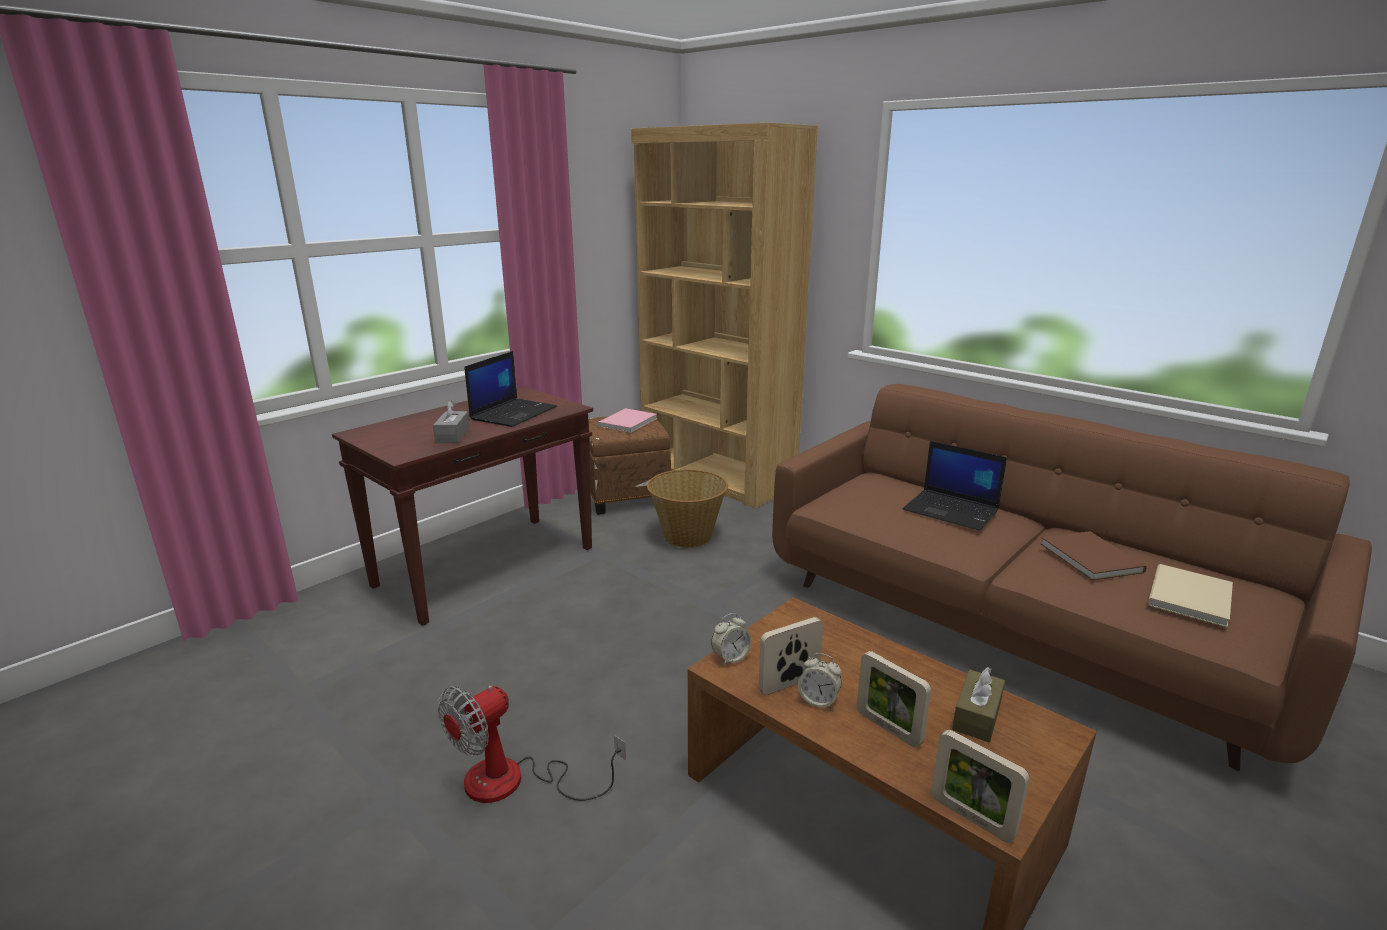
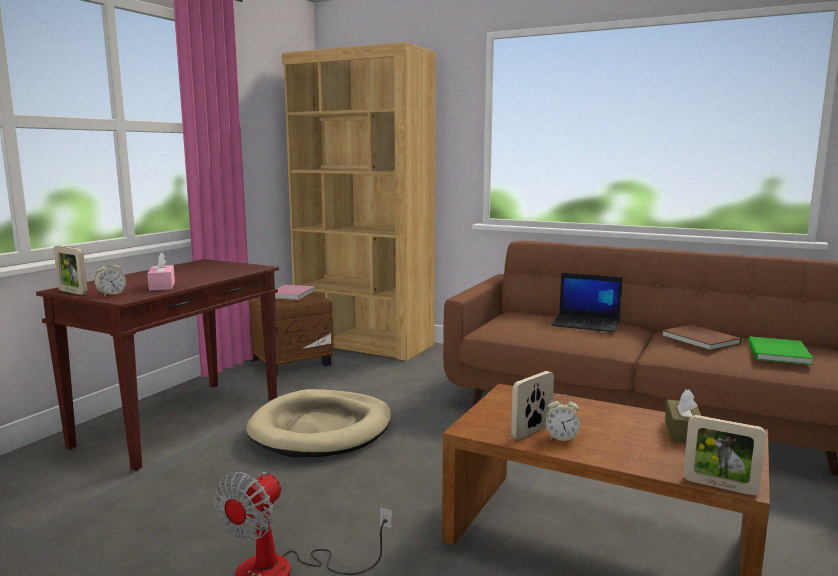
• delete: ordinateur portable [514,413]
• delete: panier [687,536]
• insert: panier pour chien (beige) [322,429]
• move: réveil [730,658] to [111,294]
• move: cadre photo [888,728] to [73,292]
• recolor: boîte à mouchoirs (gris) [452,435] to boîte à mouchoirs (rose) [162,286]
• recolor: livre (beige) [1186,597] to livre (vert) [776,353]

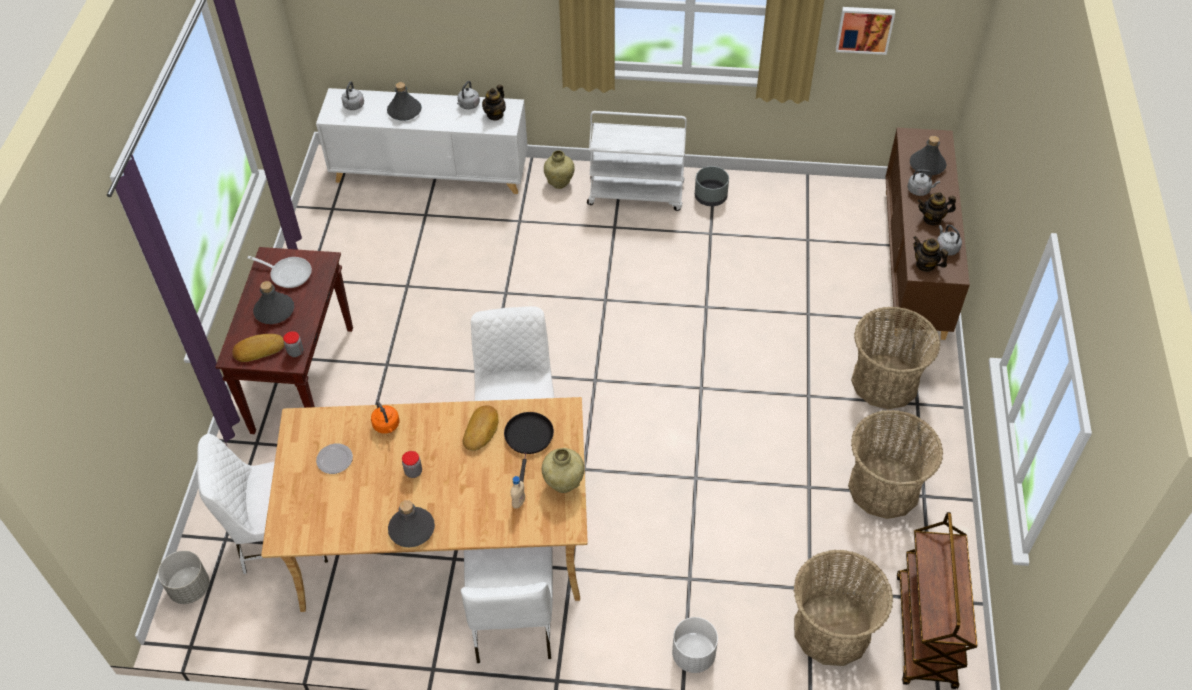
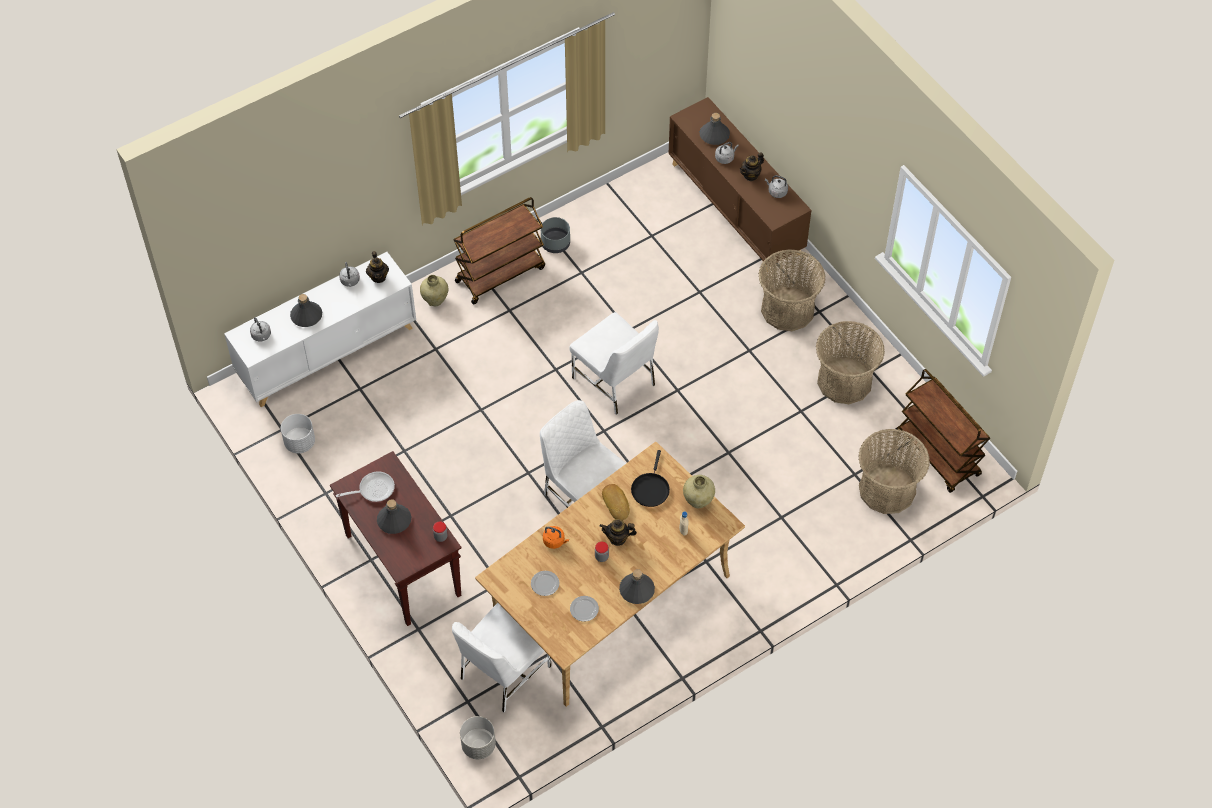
• delete: pain [259,349]
• delete: tableau [864,29]
• insert: assiette [583,609]
• move: chaise (blanc) [513,622] to [615,381]
• move: cache-pot (blanc) [693,655] to [299,442]
• move: théière [925,265] to [617,538]
• recolor: chariot (blanc) [636,194] to chariot (marron) [500,274]
• rotate: poêle (noir) [529,439] = [650,489] 135 degrees counterclockwise

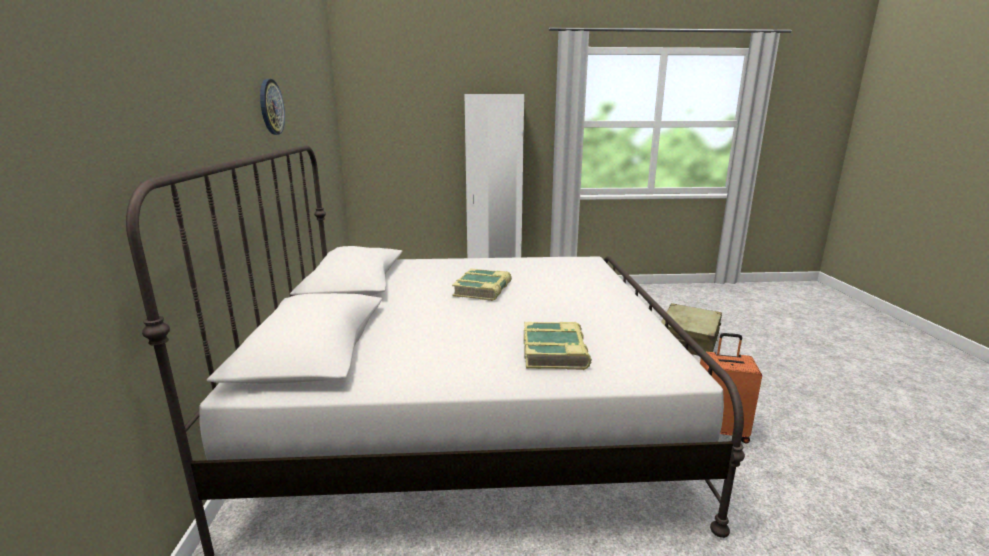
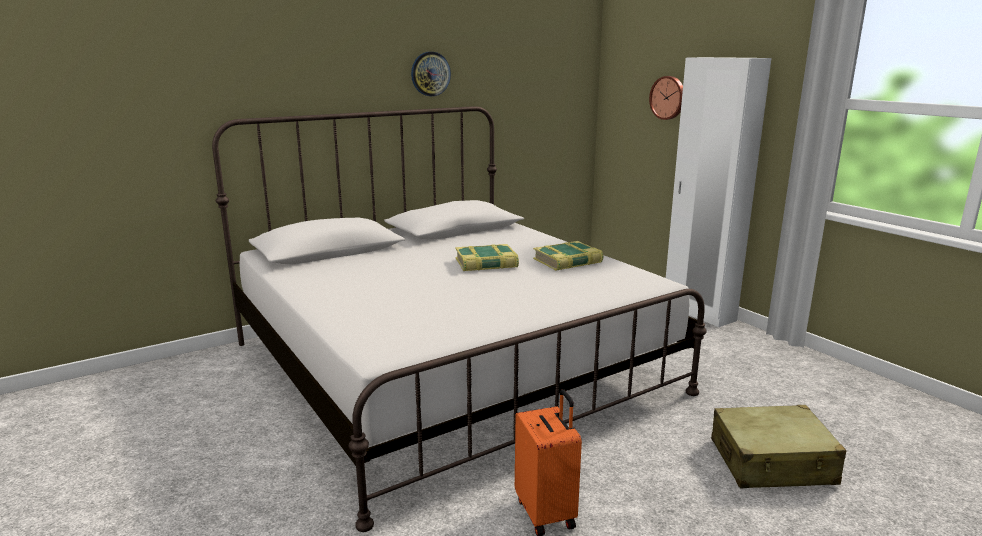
• insert: horloge murale [668,97]
• move: livre [555,352] to [568,261]

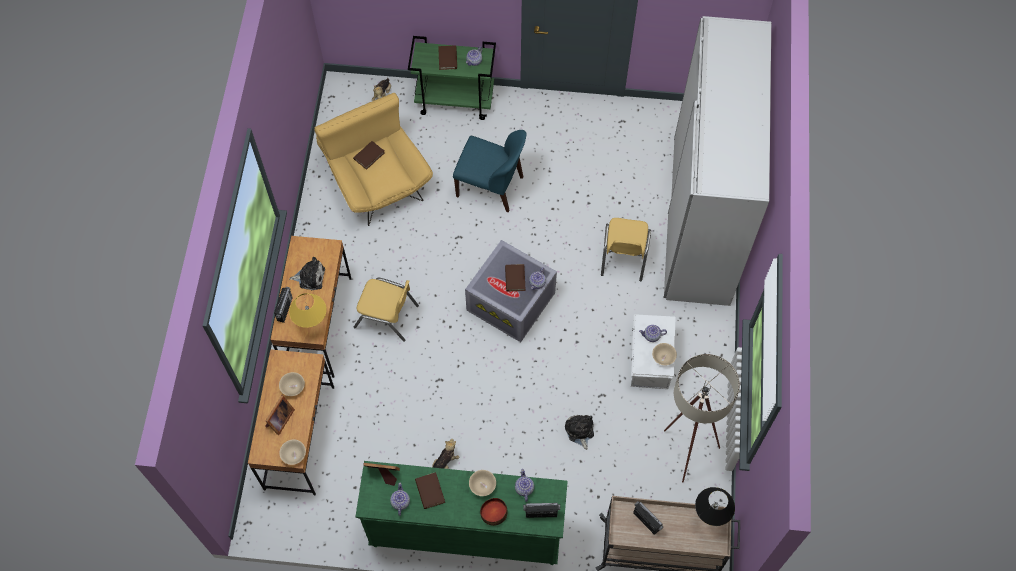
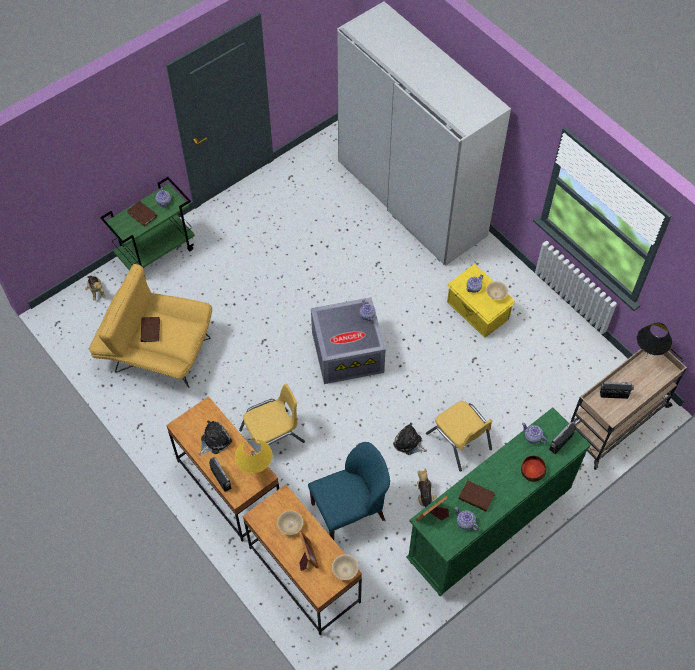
• delete: bol (beige) [482,486]
• delete: livre (marron) [515,278]
• delete: lampadaire (beige) [683,448]
• move: chaise (bleu) [491,187] to [349,511]
• move: peluche [579,431] to [409,443]
• move: chaise (jaune) [623,255] to [459,441]
• recolor: boîte de rangement (blanc) [649,360] to boîte de rangement (jaune) [477,311]

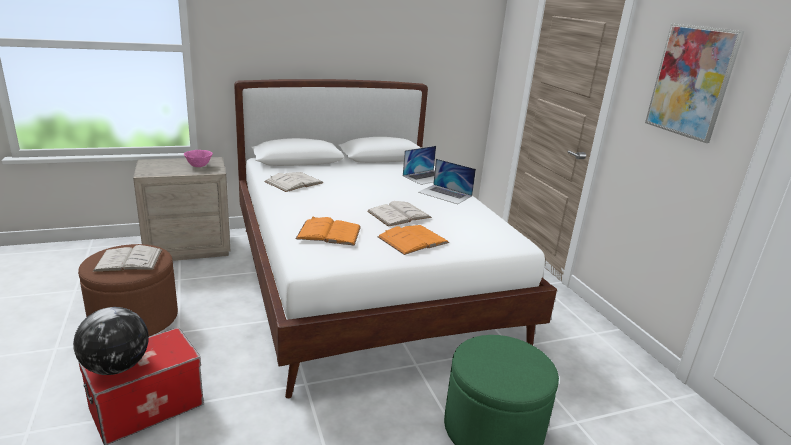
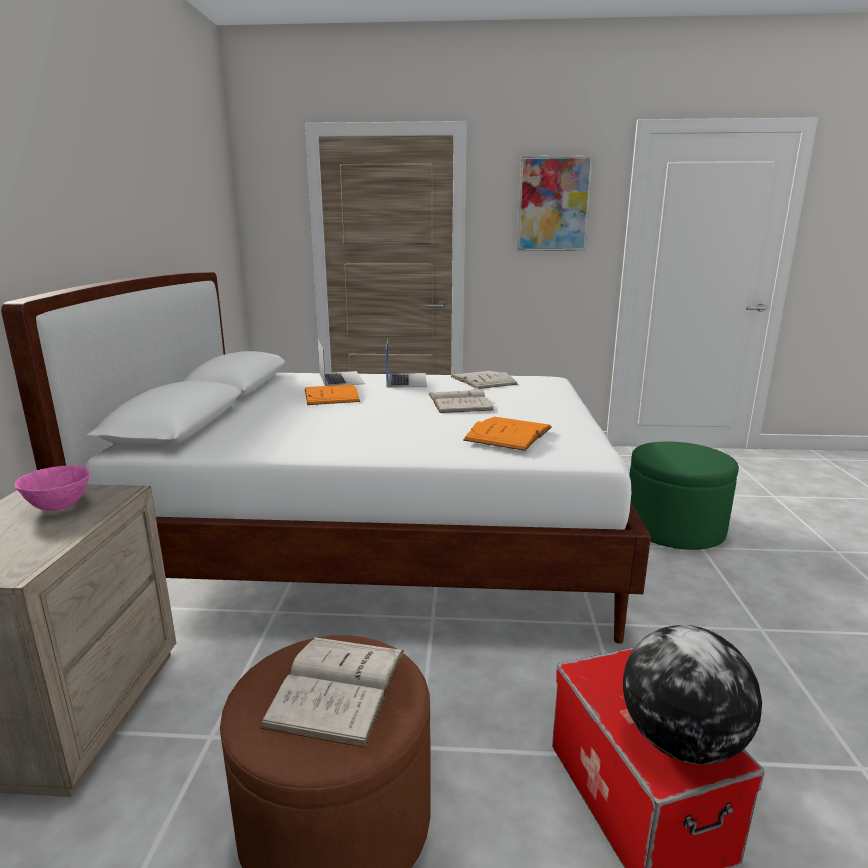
• move: livre (blanc) [294,182] to [483,380]
• move: livre (orange) [413,240] to [331,395]
• rotate: ordinateur portable [445,194] = [406,380] 60 degrees counterclockwise

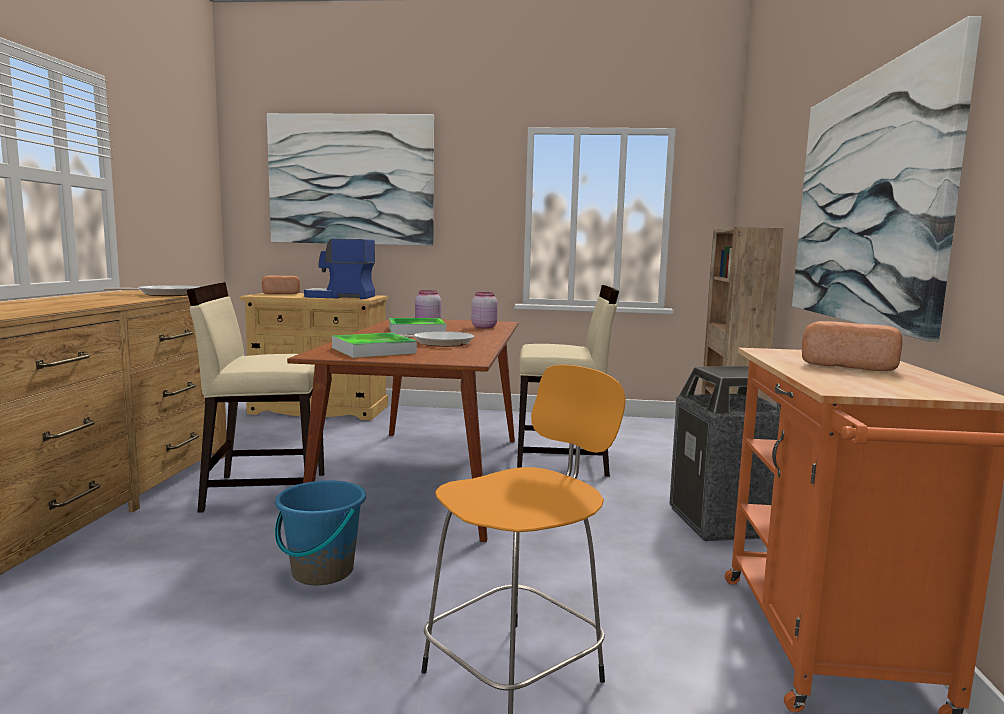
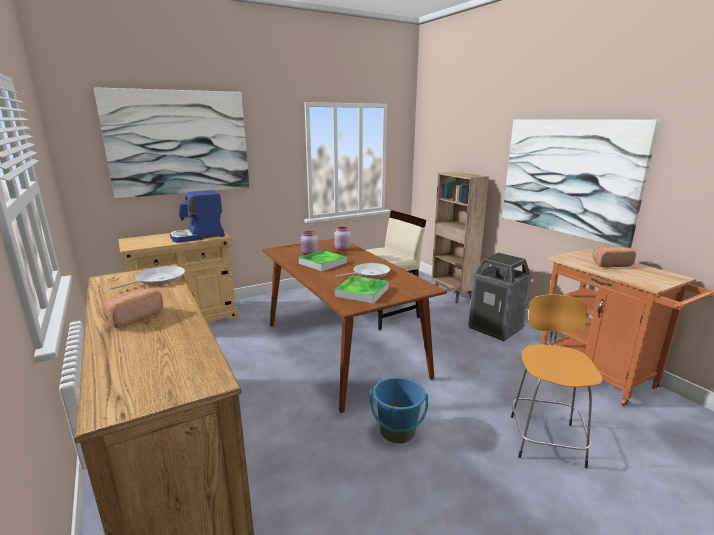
• delete: chaise (beige) [264,491]
• move: pain [280,293] to [133,317]

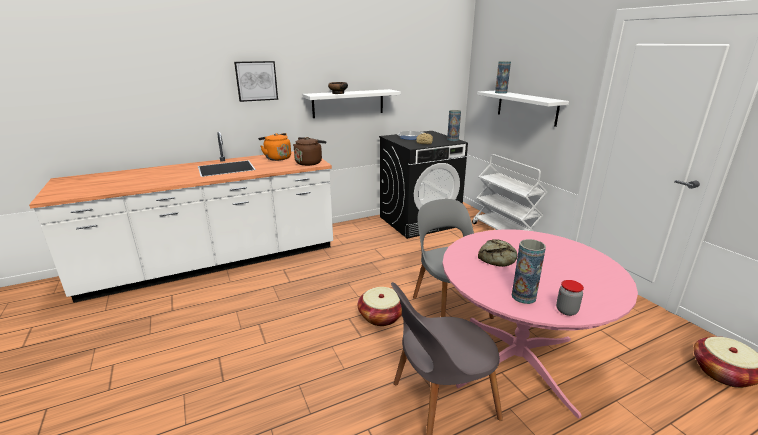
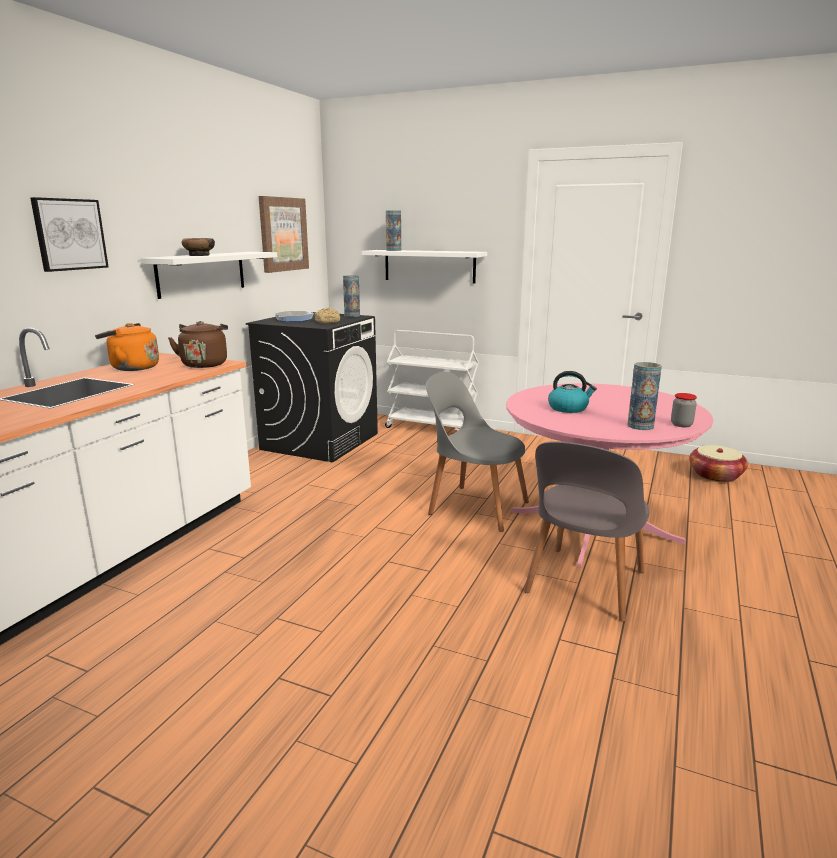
• delete: panier [381,316]
• insert: tableau [283,234]
• replace: pain [498,258] to bouilloire [568,408]

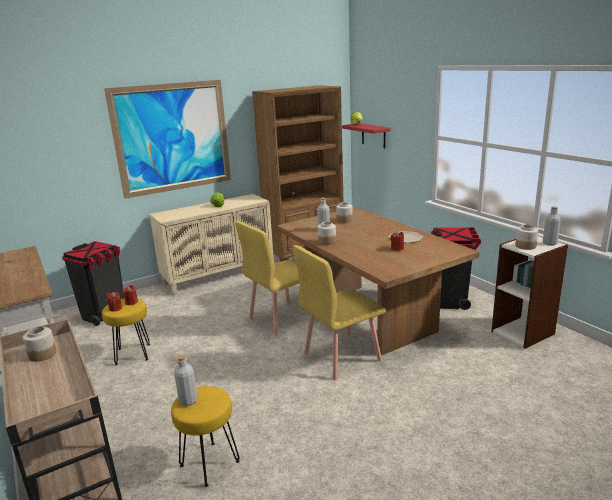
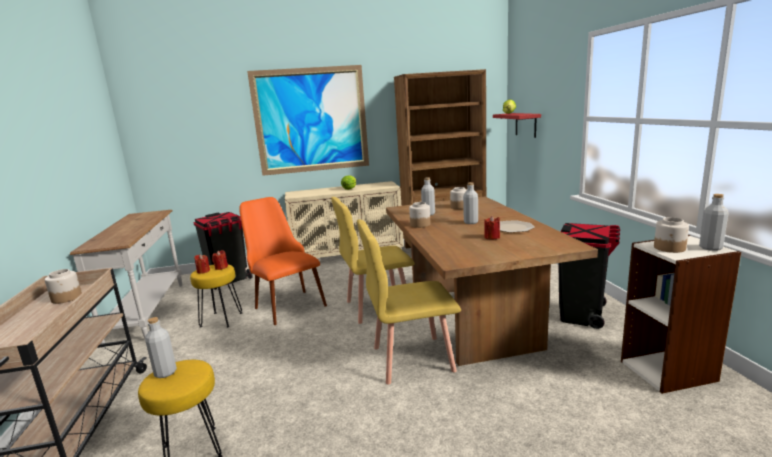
• insert: chaise (orange) [285,303]
• insert: bouteille (gris) [470,222]

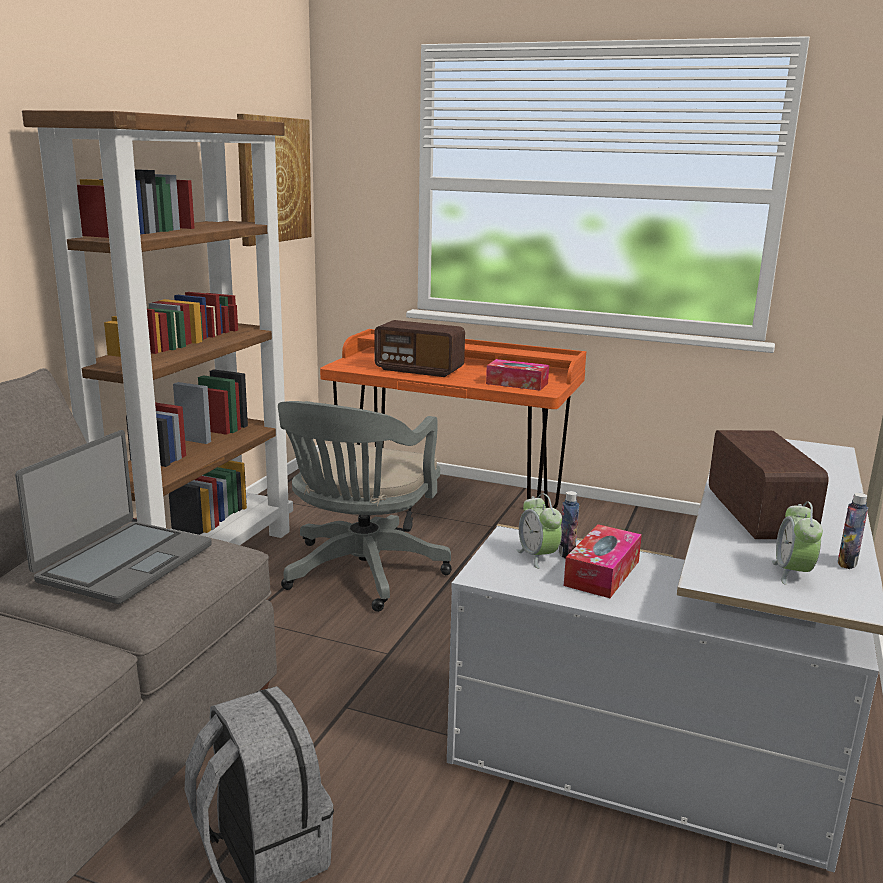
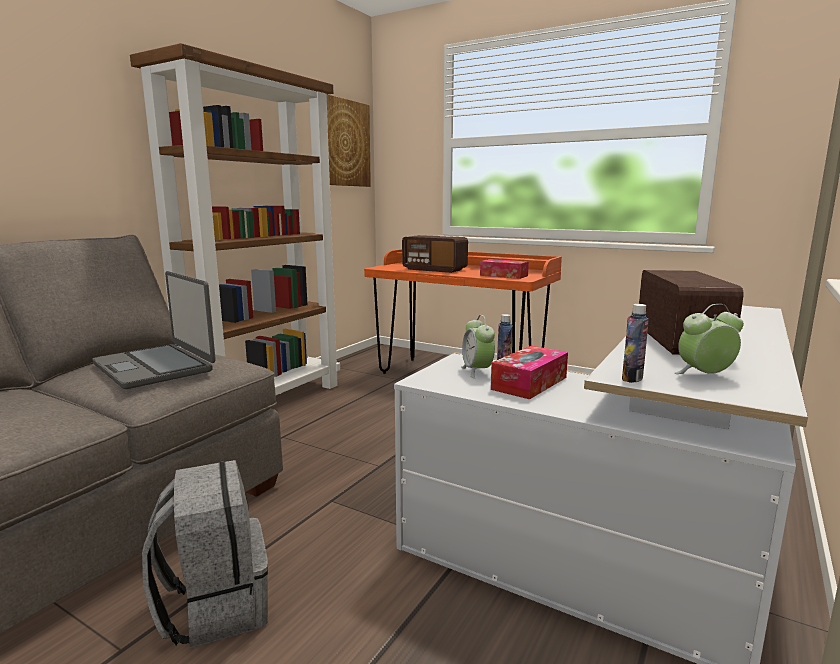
• delete: chaise de bureau (gris) [360,574]
• move: bouteille [847,563] to [632,378]
• rotate: ordinateur portable [124,563] = [155,367] 105 degrees clockwise
• rotate: réveil [792,573] = [705,376] 60 degrees clockwise

